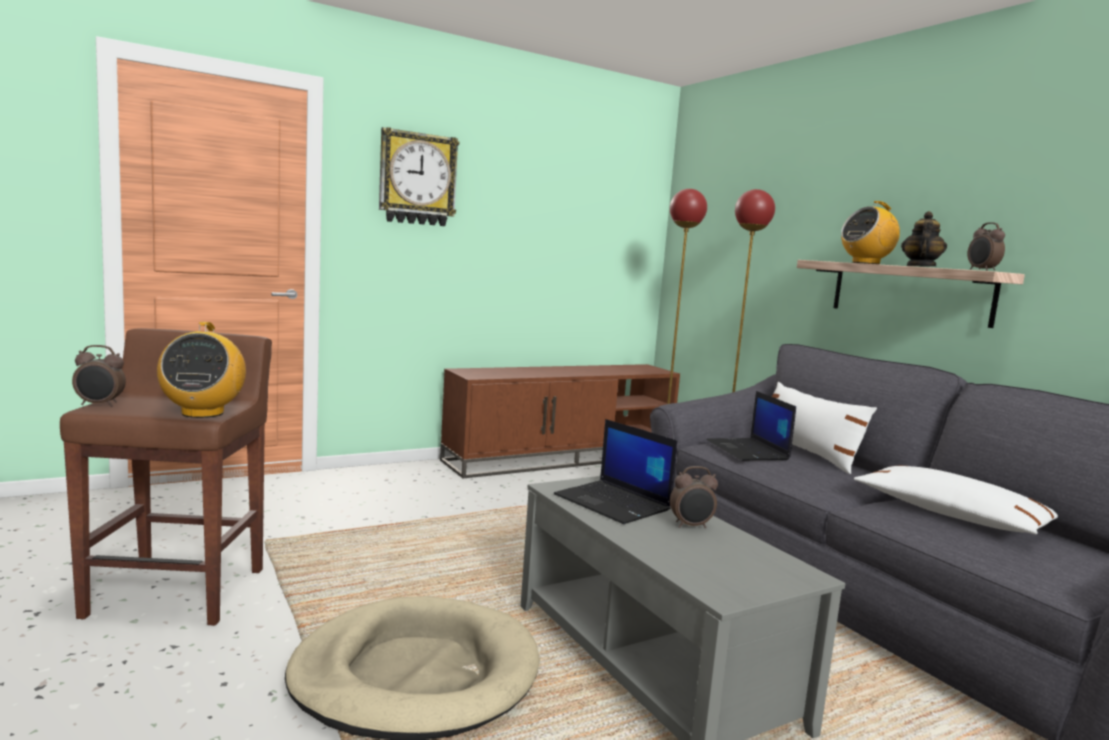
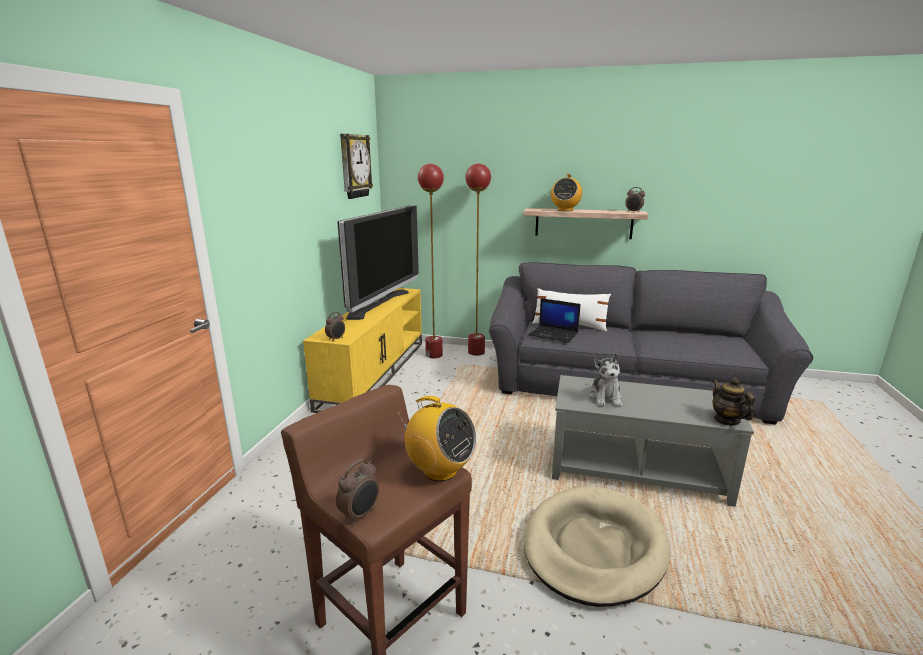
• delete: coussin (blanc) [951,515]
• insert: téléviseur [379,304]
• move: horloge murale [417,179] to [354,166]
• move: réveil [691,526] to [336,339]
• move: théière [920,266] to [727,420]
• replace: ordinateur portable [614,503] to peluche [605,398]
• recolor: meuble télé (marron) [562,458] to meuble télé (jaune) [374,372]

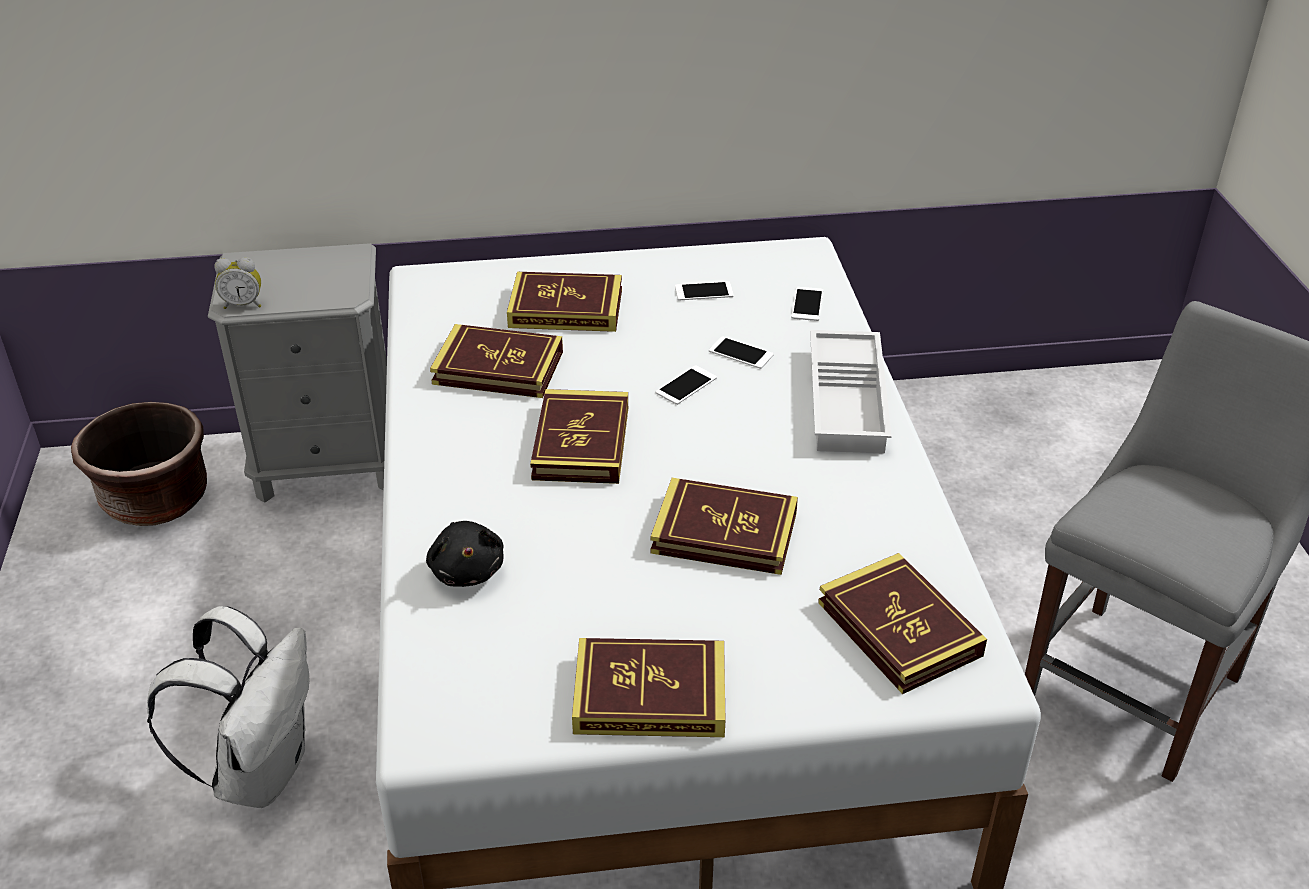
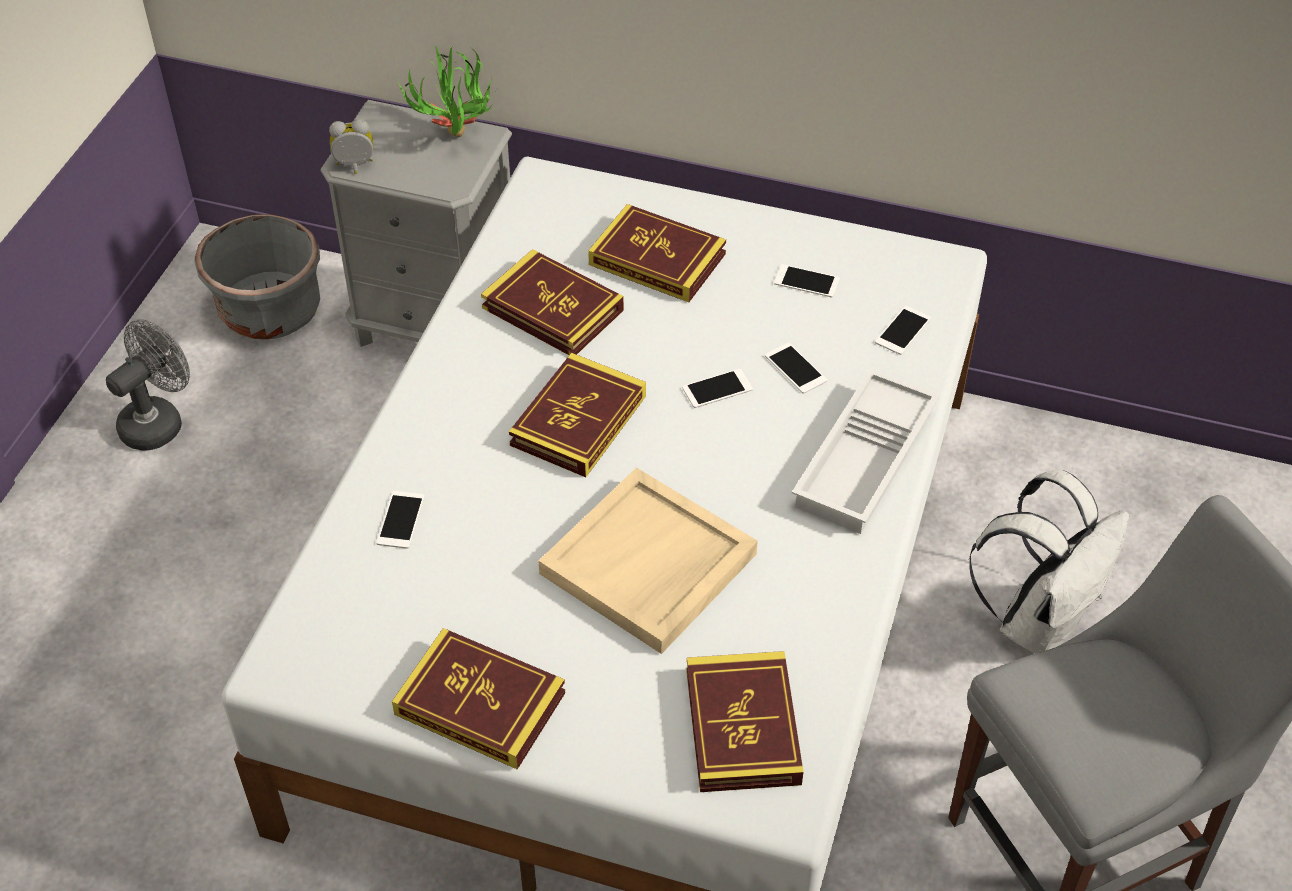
• insert: ventilateur (gris) [158,421]
• insert: plante en pot [457,142]
• move: sac à dos (blanc) [260,770] to [1038,619]
• replace: peluche (noir) [467,570] to téléphone [400,520]
• replace: livre [724,533] to plateau (beige) [648,565]
• recolor: cache-pot (marron) [155,500] to cache-pot (gris) [270,311]
• rotate: réveil [243,304] = [355,167] 150 degrees clockwise

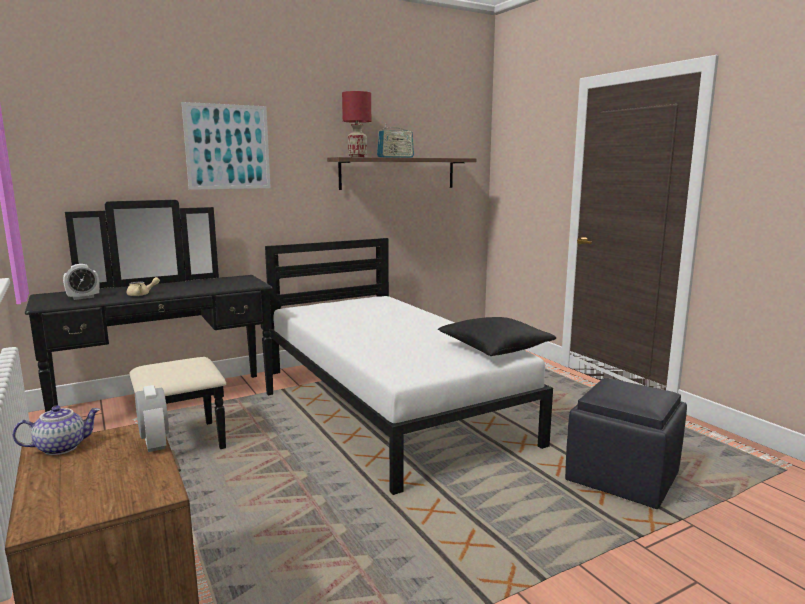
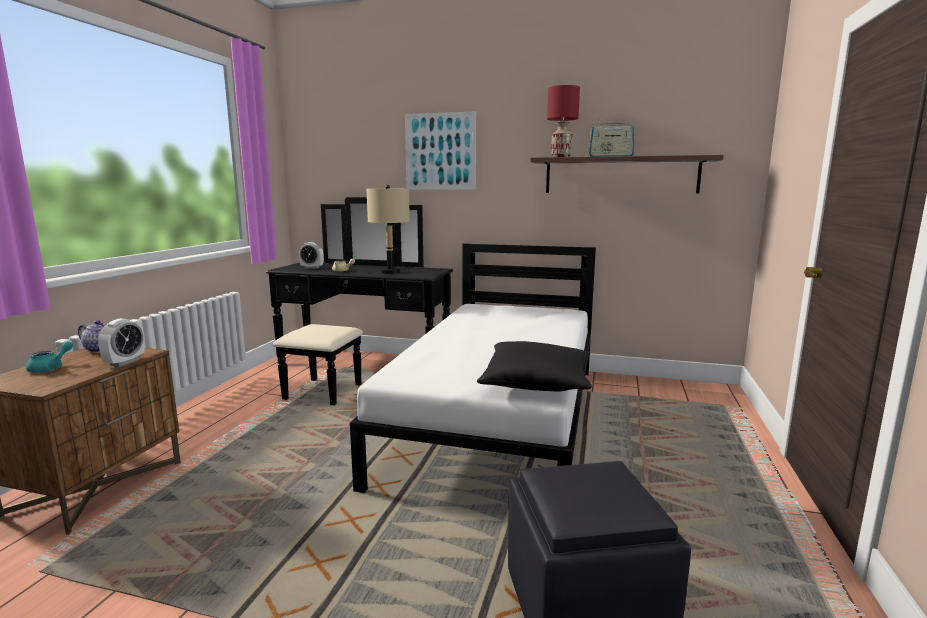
• insert: théière (turquoise) [51,368]
• insert: lampe de table (beige) [390,272]

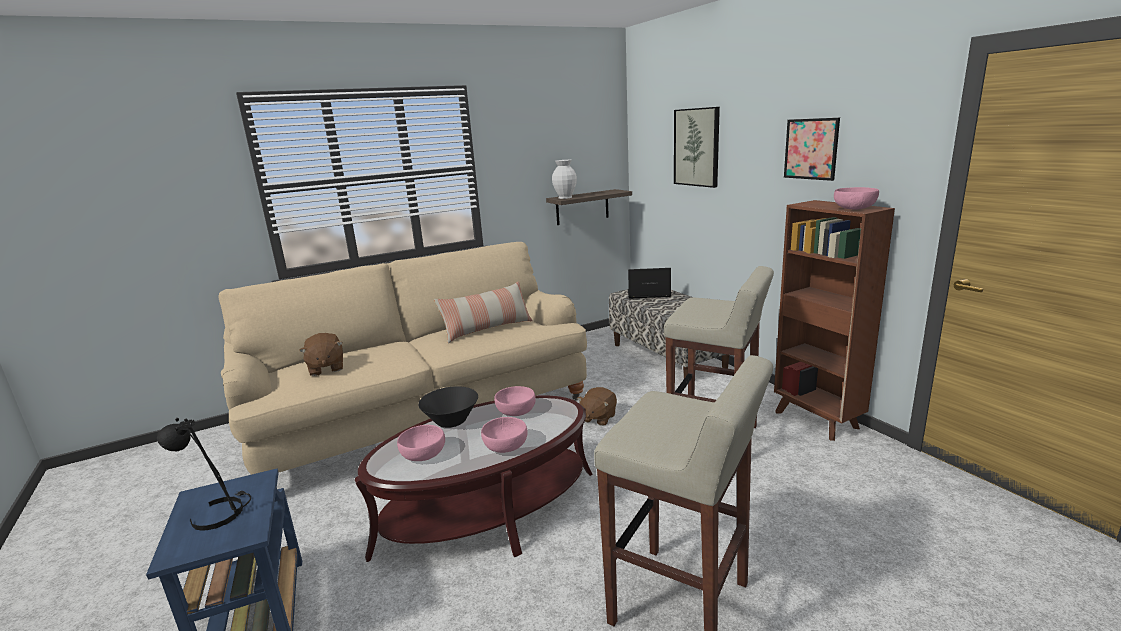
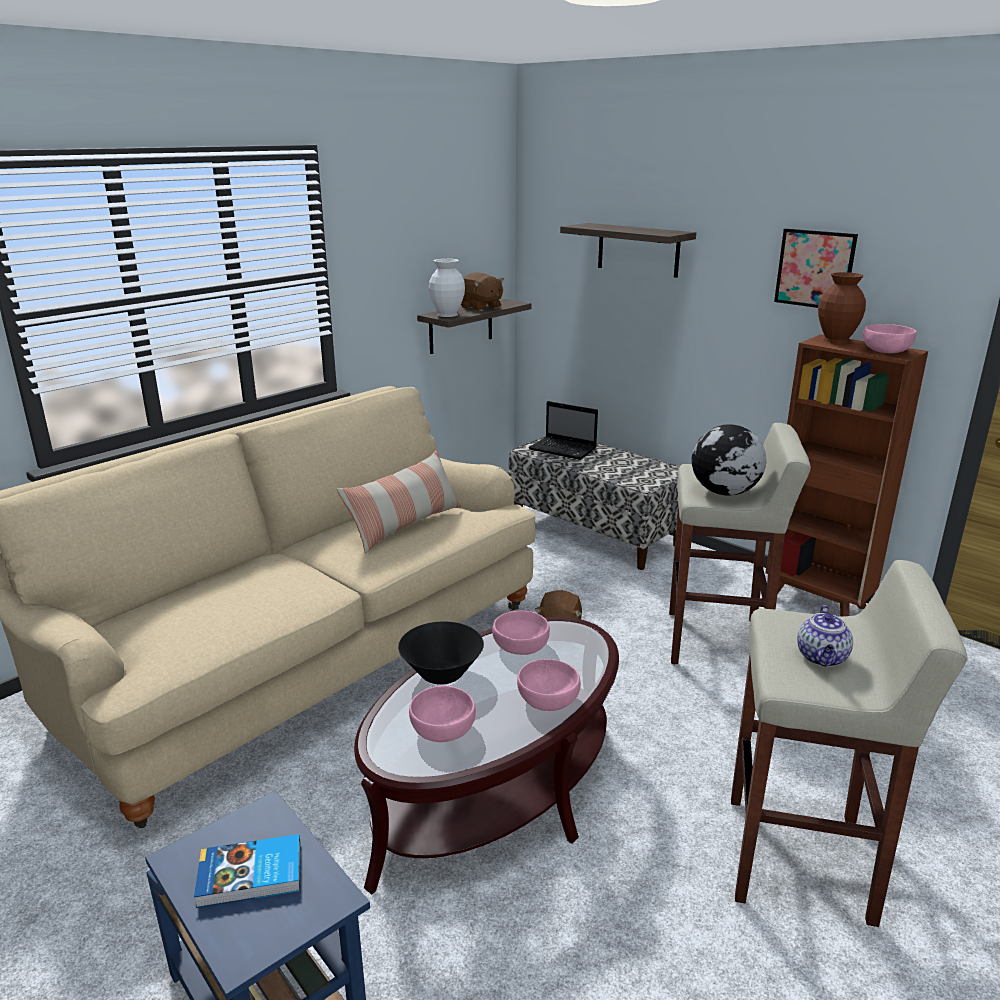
• insert: globe [724,492]
• insert: théière [822,658]
• insert: vase (marron) [837,340]
• move: peluche (marron) [326,368] to [480,307]
• replace: lampe de table (noir) [219,512] to livre [251,876]
• replace: tableau [697,147] to étagère [638,250]
• rotate: ordinateur portable [647,294] = [564,449] 135 degrees counterclockwise

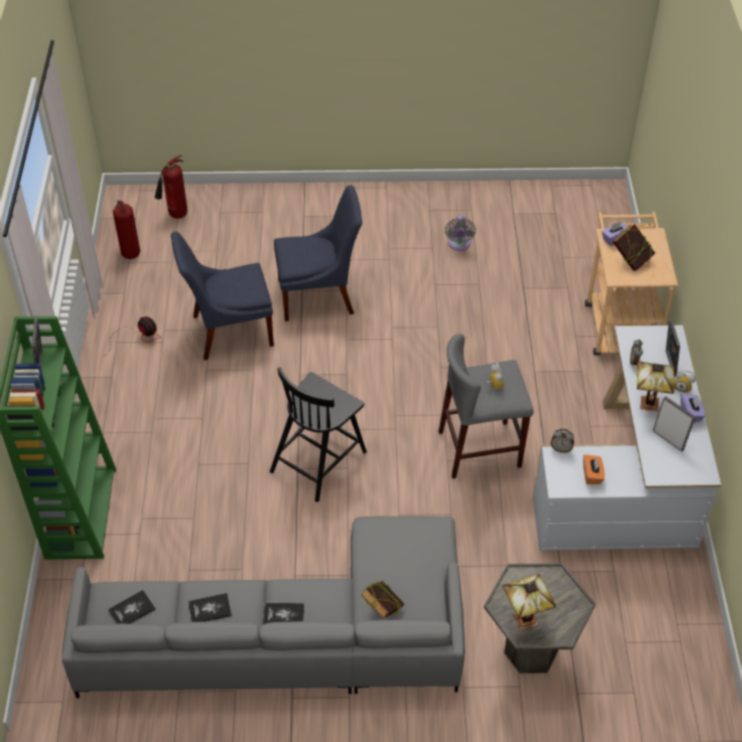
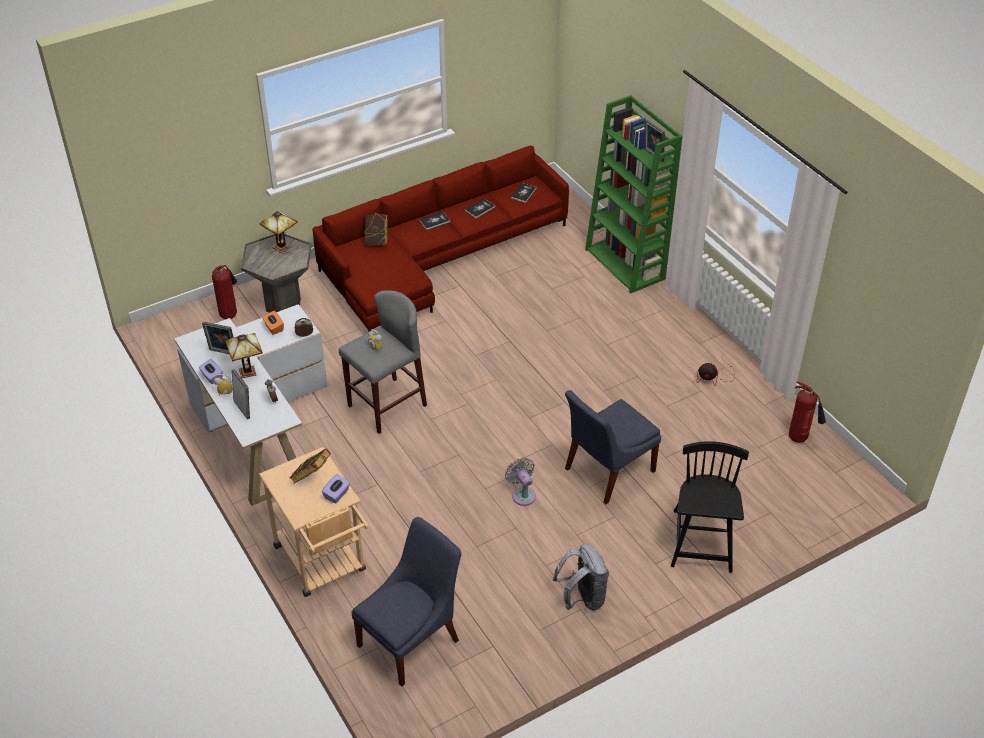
• insert: sac à dos (gris) [582,598]
• move: extincteur [176,216] to [229,314]
• move: chaise (bleu) [228,331] to [412,640]
• move: chaise (noir) [319,460] to [701,542]
• move: ventilateur (gris) [459,245] to [522,494]
• recolor: canapé (gris) [291,636] to canapé (rouge) [437,258]

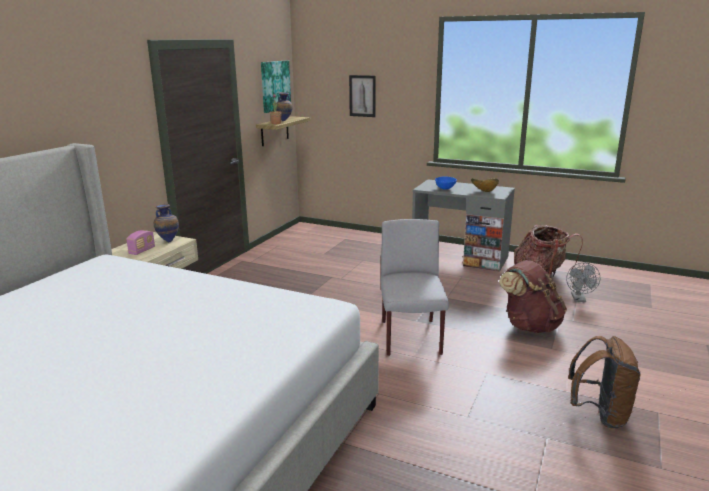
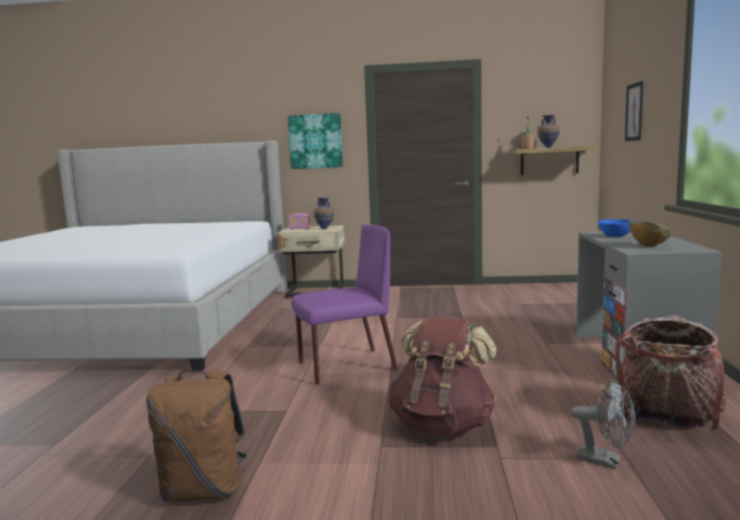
• move: tableau [275,86] to [315,141]
• recolor: chaise (gris) [411,338] to chaise (violet) [345,367]
• rotate: ventilateur (gris) [579,299] = [605,461] 135 degrees counterclockwise

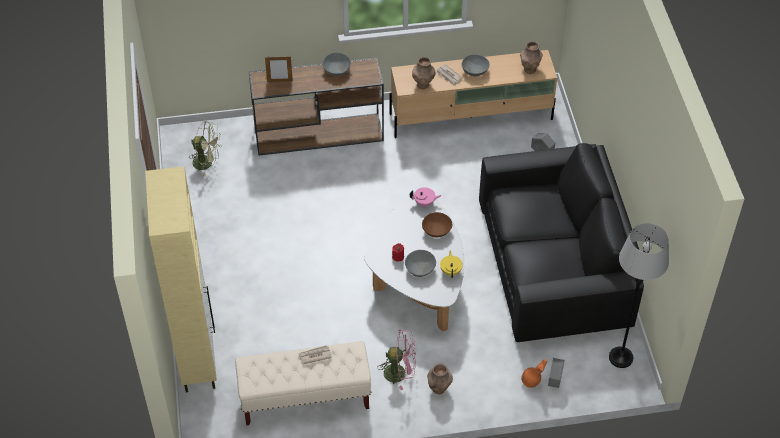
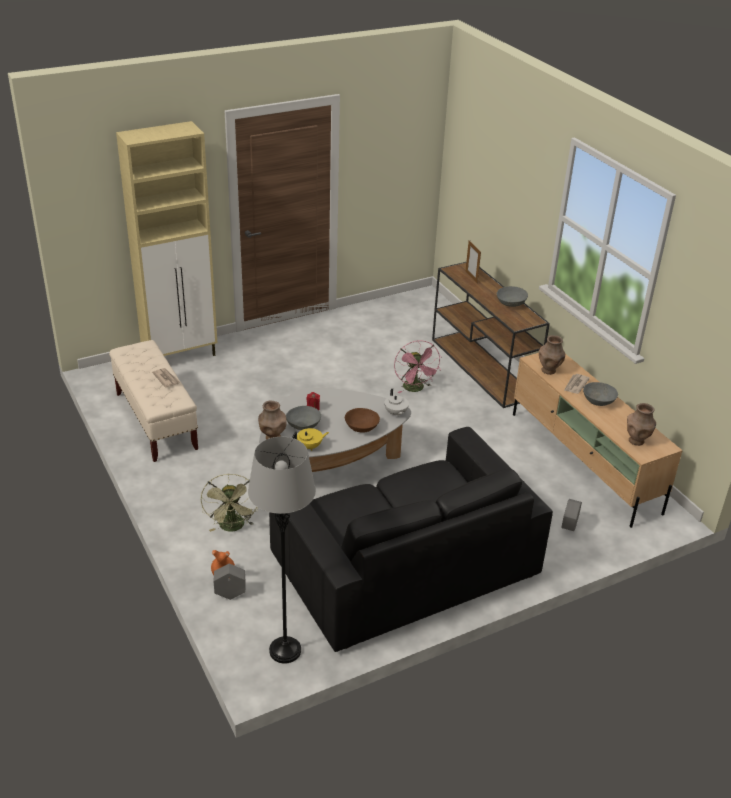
• move: ventilateur (vert) [207,163] to [233,527]
• move: ventilateur (rose) [400,373] to [415,389]
• move: vase (marron) [438,389] to [272,437]
• recolor: théière (rose) [424,203] to théière (blanc) [395,413]

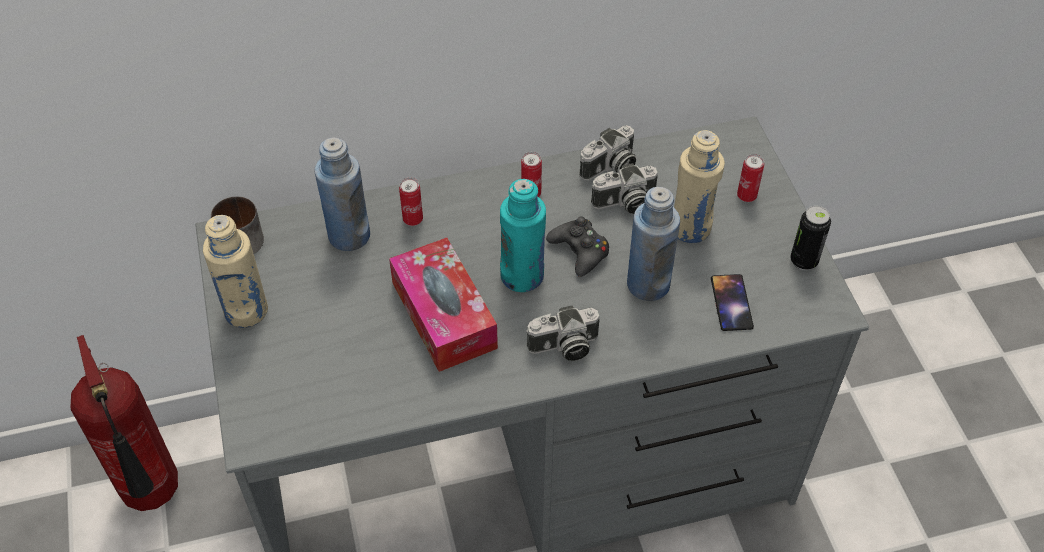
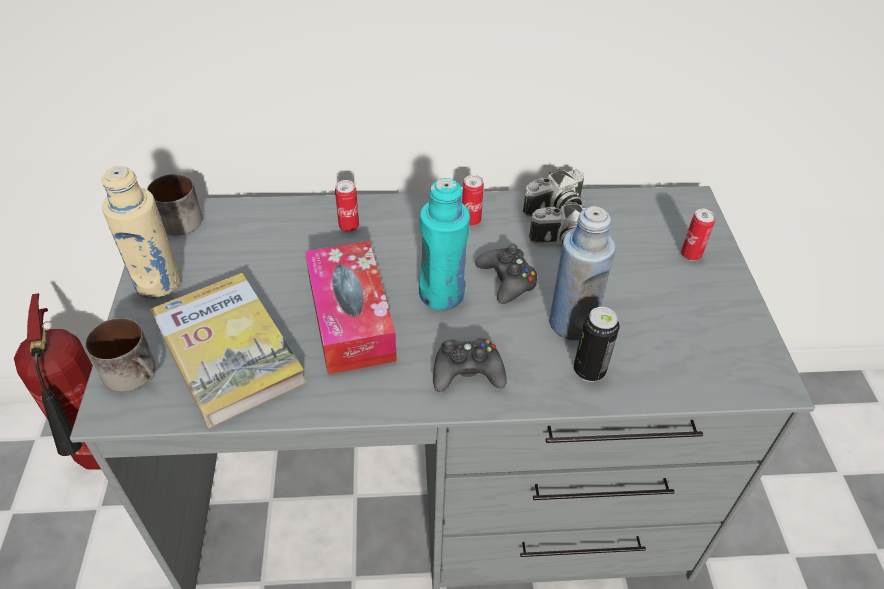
• delete: bouteille (bleu) [349,236]
• delete: bouteille (beige) [690,228]
• delete: téléphone [731,303]
• insert: mug [136,372]
• insert: livre [228,351]
• move: boîte métallique [804,261] to [589,370]
• replace: appareil photo [564,347] to manette (noir) [467,372]

